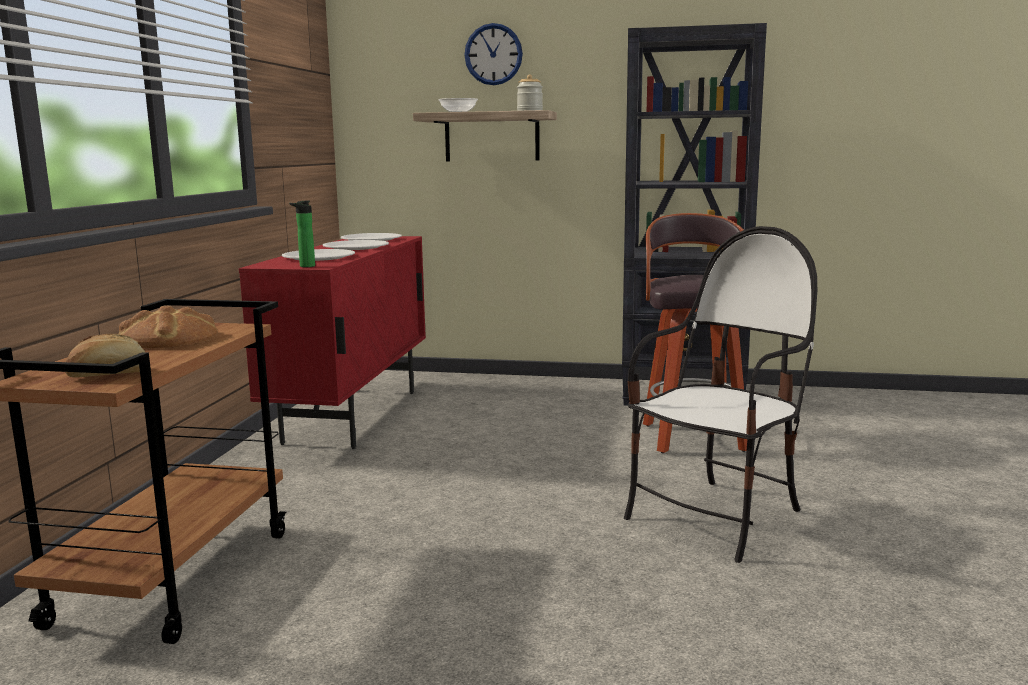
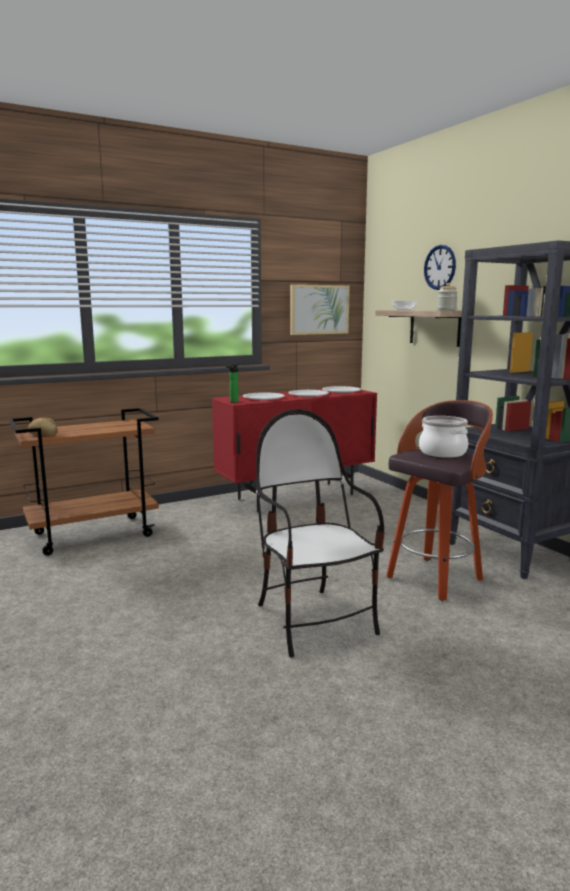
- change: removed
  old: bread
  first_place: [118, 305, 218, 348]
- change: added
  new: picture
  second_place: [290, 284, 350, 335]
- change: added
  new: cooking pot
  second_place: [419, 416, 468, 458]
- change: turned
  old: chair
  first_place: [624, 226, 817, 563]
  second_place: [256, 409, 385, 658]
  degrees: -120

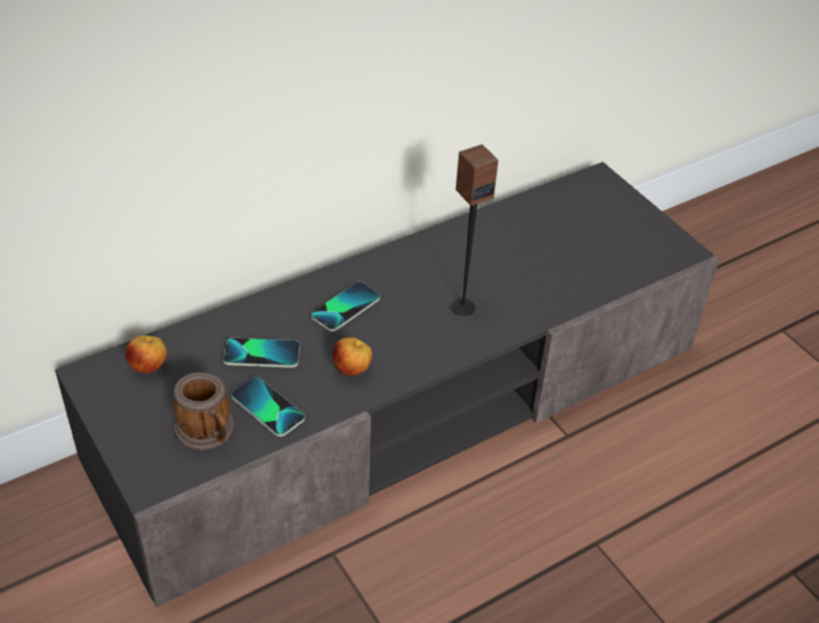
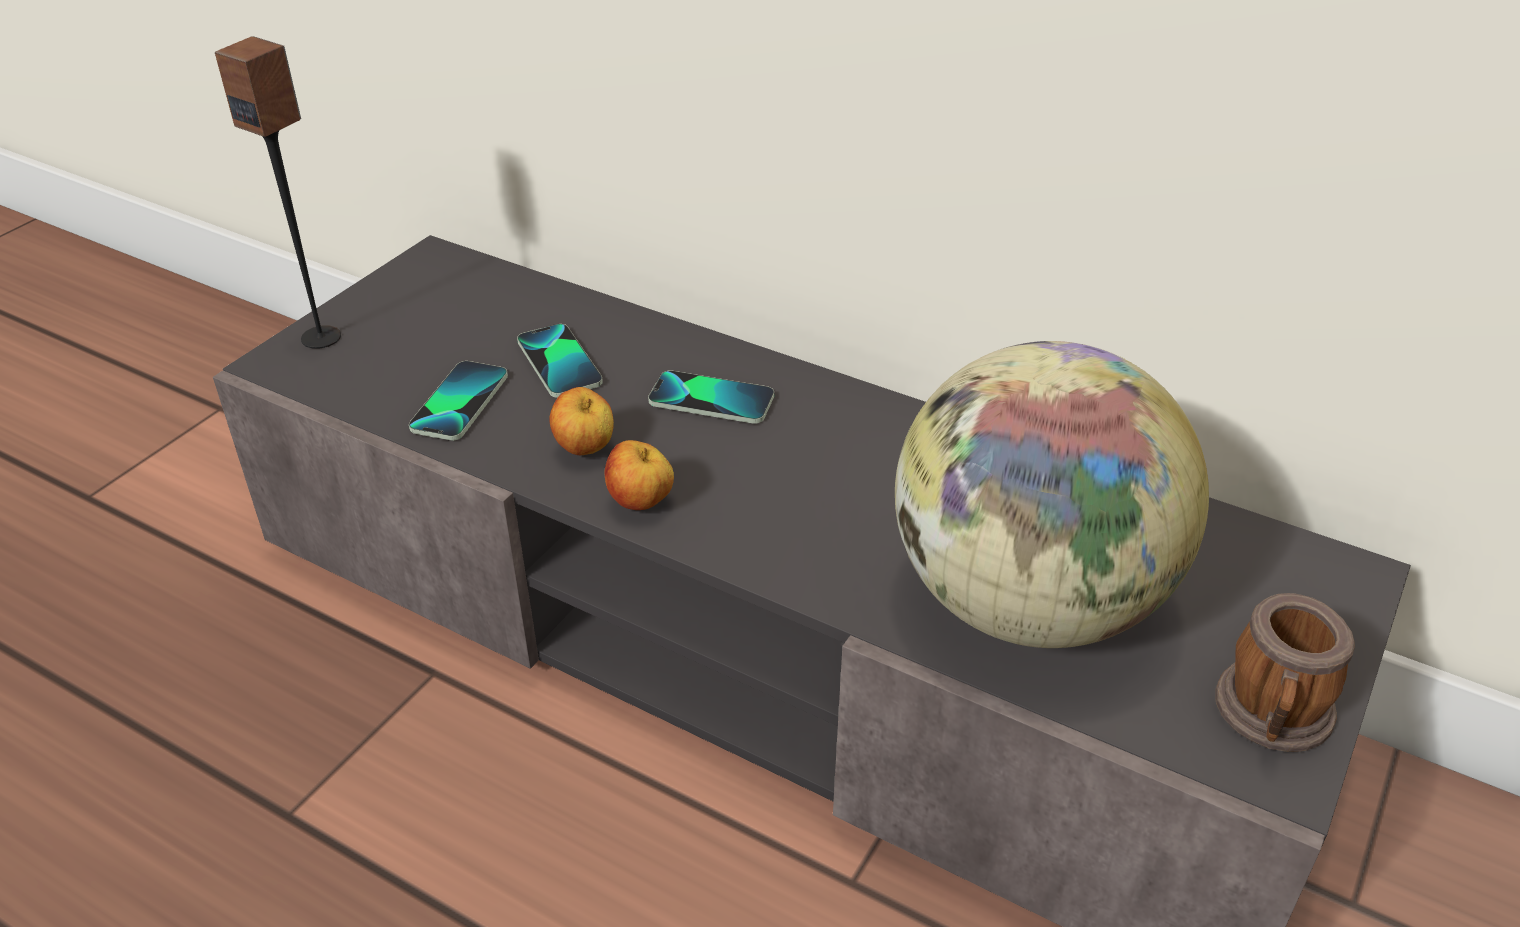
- change: added
  new: globe
  second_place: [895, 341, 1209, 648]
- change: moved
  old: apple
  first_place: [125, 335, 167, 374]
  second_place: [604, 440, 674, 510]
- change: moved
  old: mug
  first_place: [174, 372, 234, 450]
  second_place: [1215, 593, 1355, 752]
- change: moved
  old: speaker
  first_place: [451, 144, 498, 316]
  second_place: [215, 36, 341, 349]

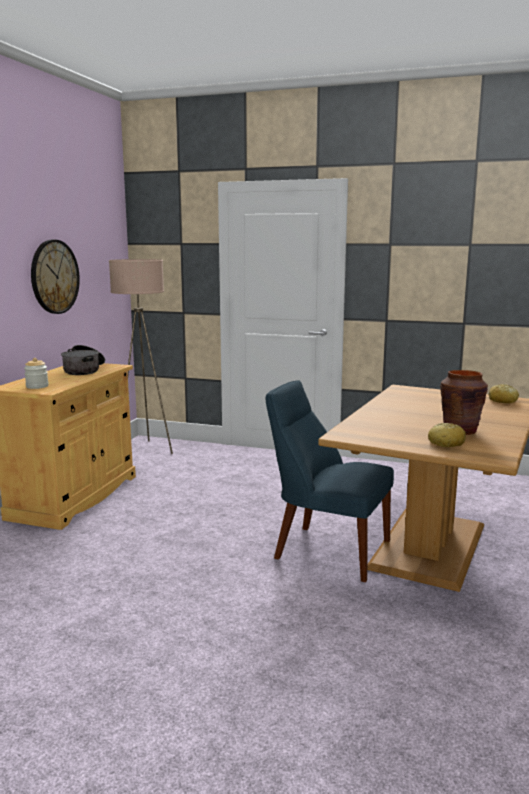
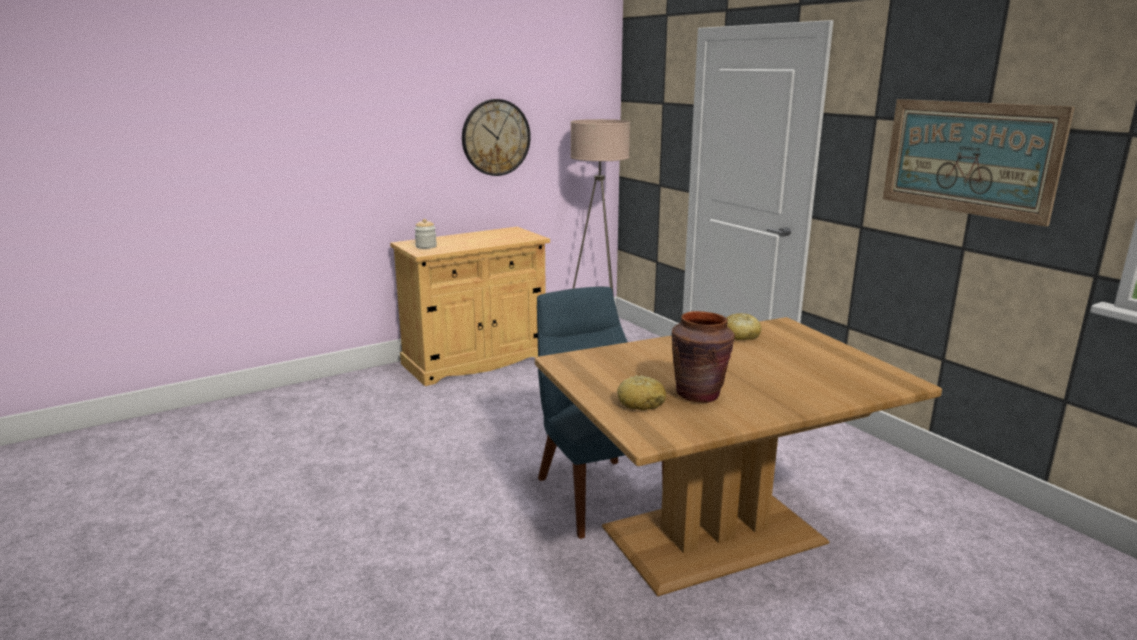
- change: removed
  old: cooking pot
  first_place: [61, 345, 105, 375]
- change: added
  new: picture
  second_place: [883, 99, 1075, 227]
- change: moved
  old: bread
  first_place: [488, 384, 519, 403]
  second_place: [727, 313, 762, 340]

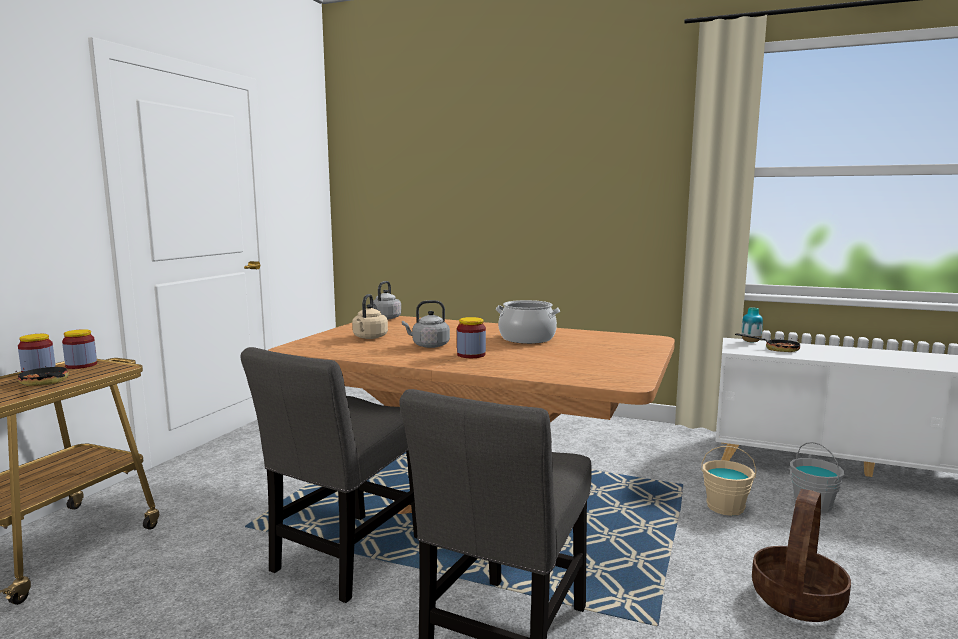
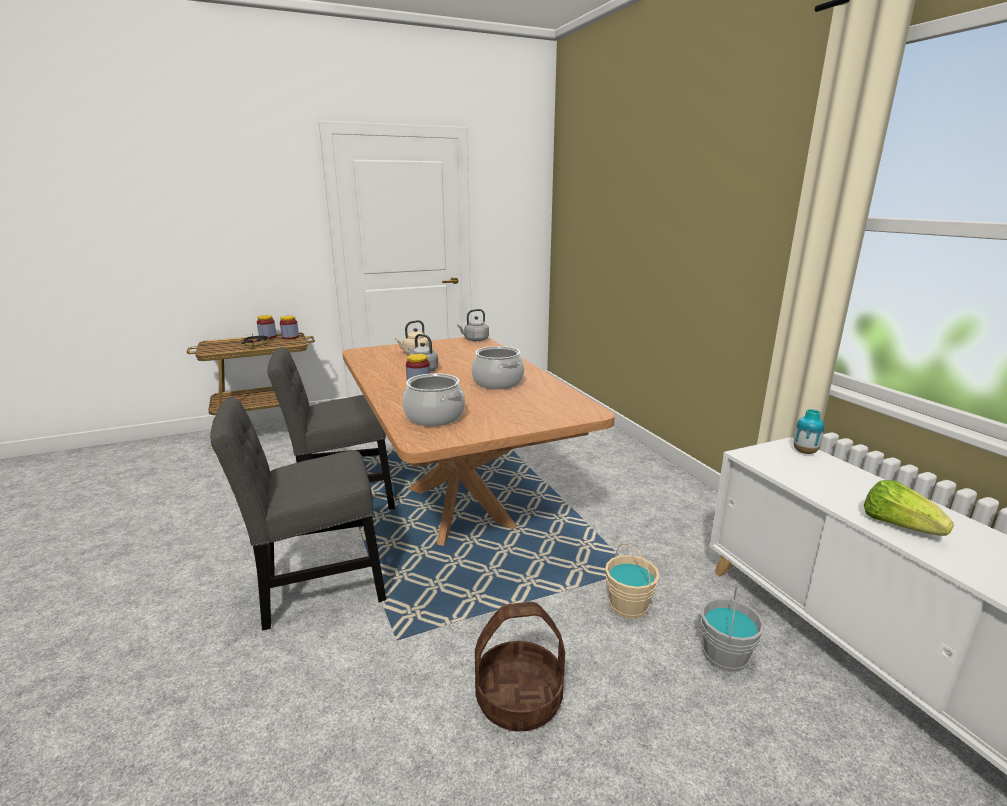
- change: removed
  old: frying pan
  first_place: [735, 333, 800, 352]
- change: added
  new: cooking pot
  second_place: [402, 373, 465, 426]
- change: added
  new: lettuce
  second_place: [864, 480, 954, 536]

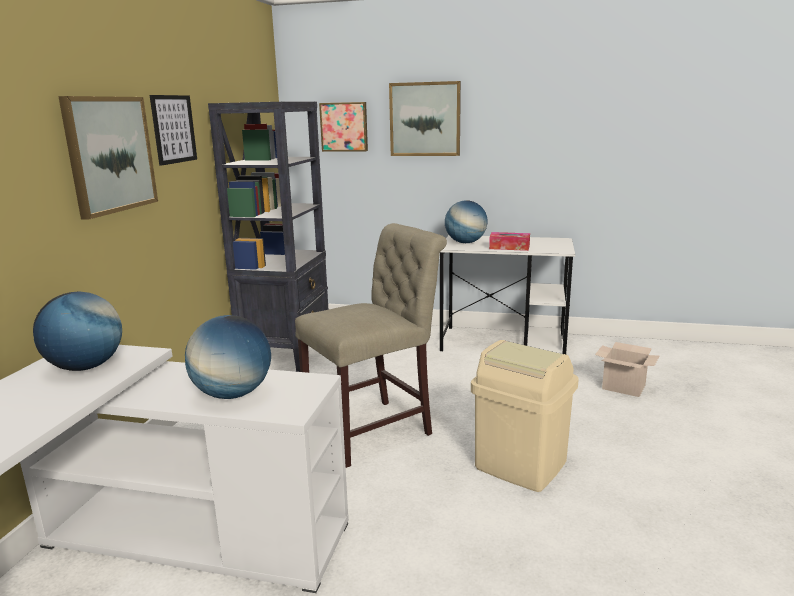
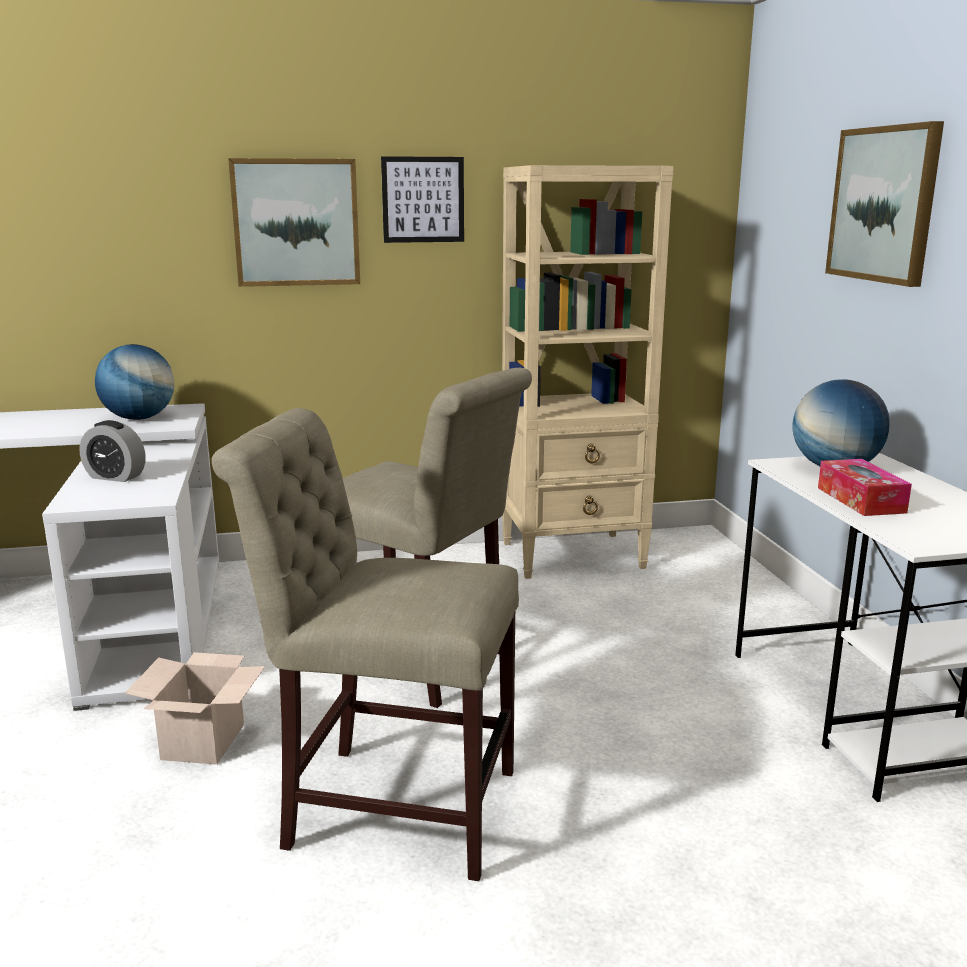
- change: removed
  old: picture
  first_place: [319, 102, 368, 152]
- change: moved
  old: cardboard box
  first_place: [595, 342, 659, 397]
  second_place: [125, 652, 265, 765]
- change: replaced
  old: globe
  new: alarm clock
  first_place: [185, 315, 271, 399]
  second_place: [80, 420, 146, 482]
- change: replaced
  old: beige trash can
  new: beige chair
  first_place: [471, 340, 579, 492]
  second_place: [212, 408, 519, 881]
- change: recoloured
  old: black bookcase
  new: beige bookcase
  first_place: [208, 102, 329, 372]
  second_place: [502, 165, 674, 579]

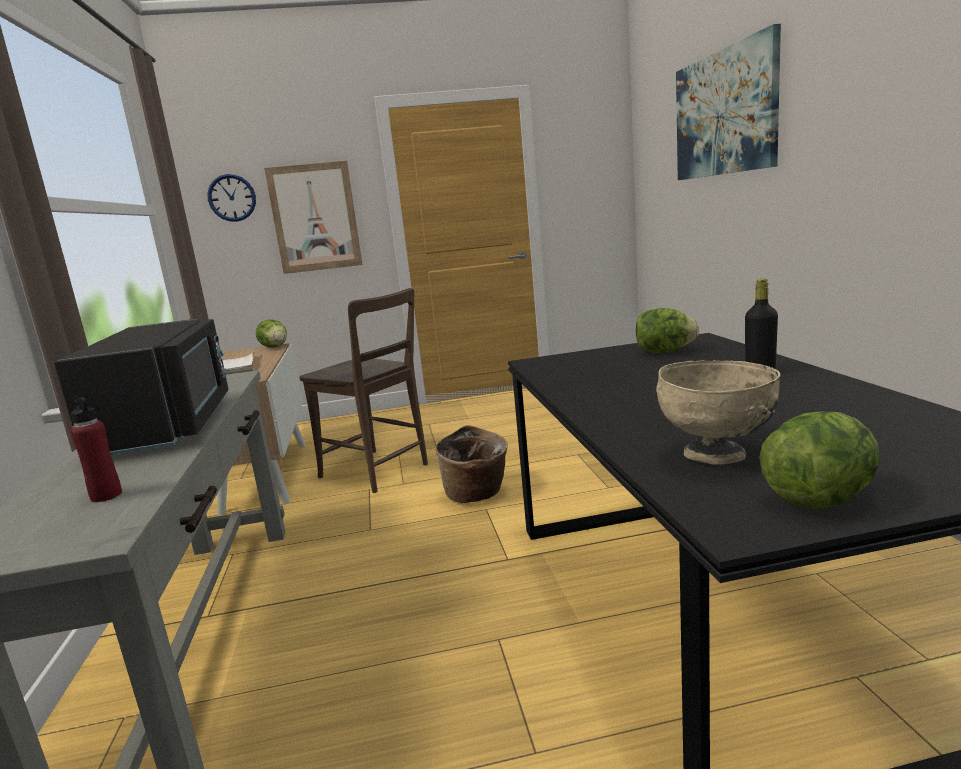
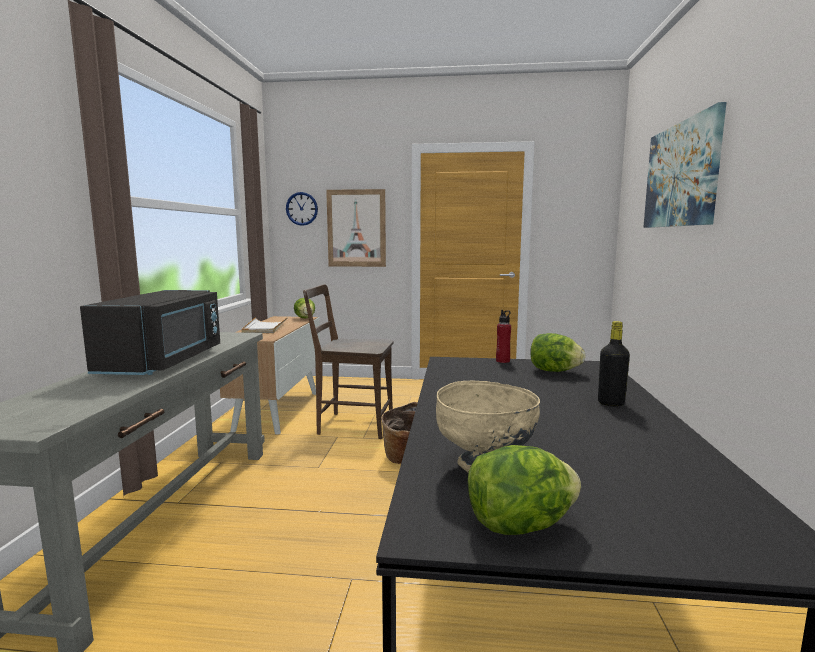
- change: moved
  old: red bottle
  first_place: [70, 396, 122, 502]
  second_place: [496, 310, 511, 363]
- change: turned
  old: brown chair
  first_place: [299, 288, 428, 493]
  second_place: [303, 284, 394, 439]
  degrees: 135

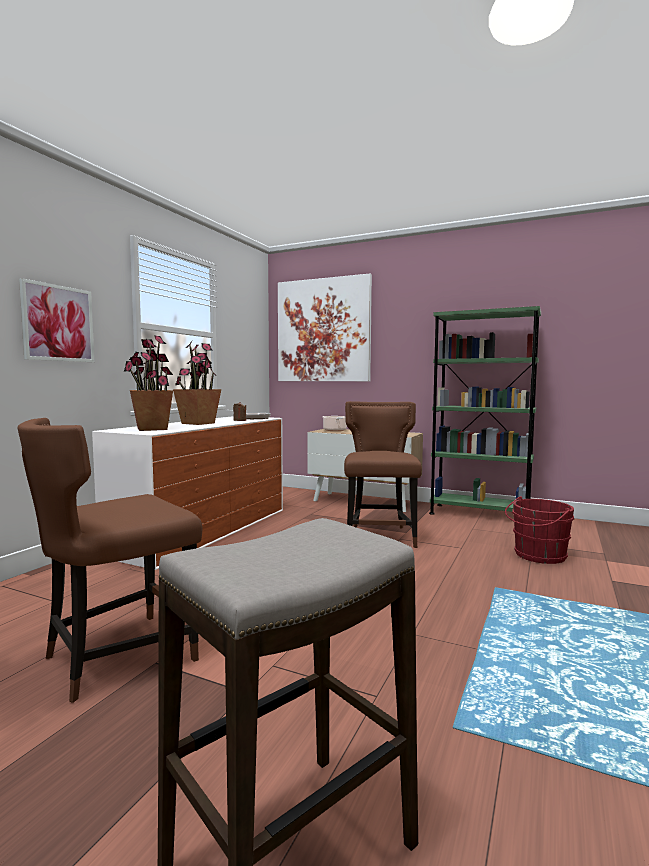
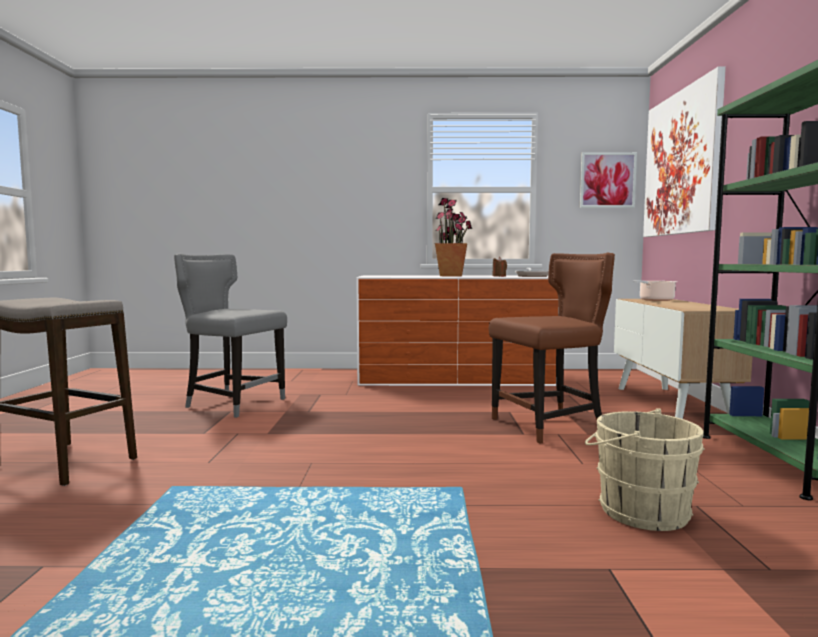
- change: removed
  old: potted plant
  first_place: [124, 335, 173, 431]
- change: moved
  old: picture
  first_place: [19, 278, 94, 362]
  second_place: [580, 152, 637, 208]
- change: recoloured
  old: brown chair
  new: grey chair
  first_place: [18, 418, 202, 703]
  second_place: [174, 254, 287, 418]
- change: recoloured
  old: red bucket
  new: beige bucket
  first_place: [505, 496, 575, 564]
  second_place: [585, 408, 705, 531]

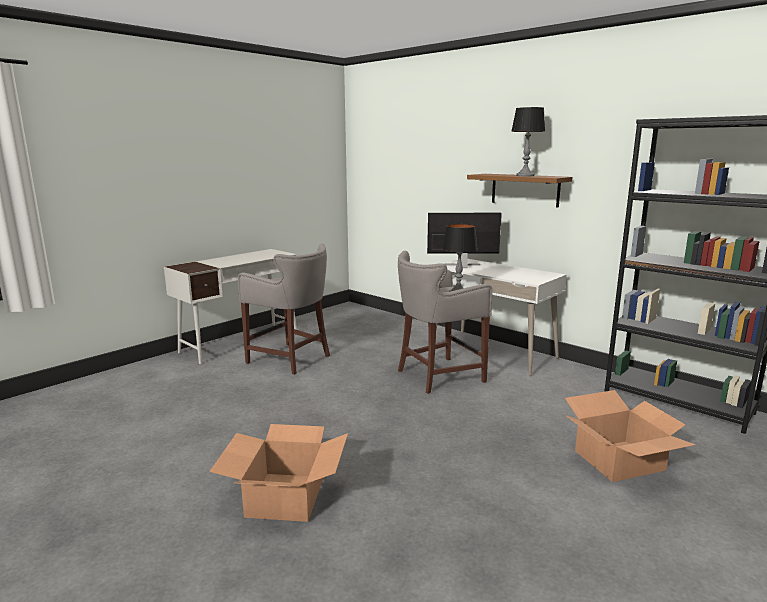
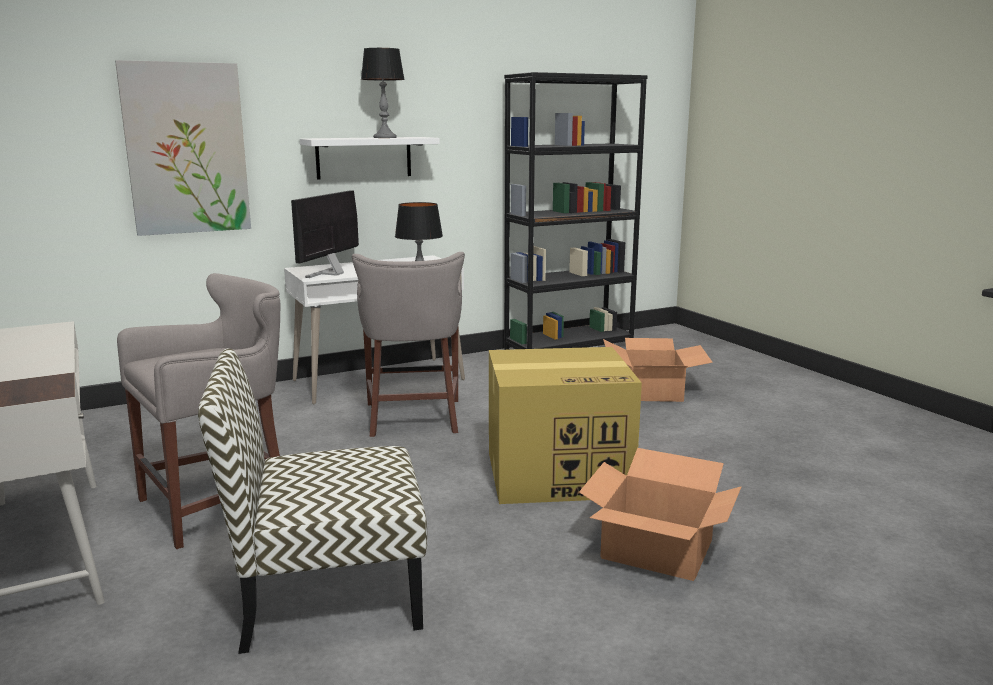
- change: added
  new: picture
  second_place: [115, 60, 251, 236]
- change: added
  new: chair
  second_place: [198, 348, 427, 654]
- change: added
  new: cardboard box
  second_place: [489, 347, 642, 504]
- change: recoloured
  old: brown shelf
  new: white shelf
  first_place: [467, 174, 573, 208]
  second_place: [300, 137, 440, 179]

